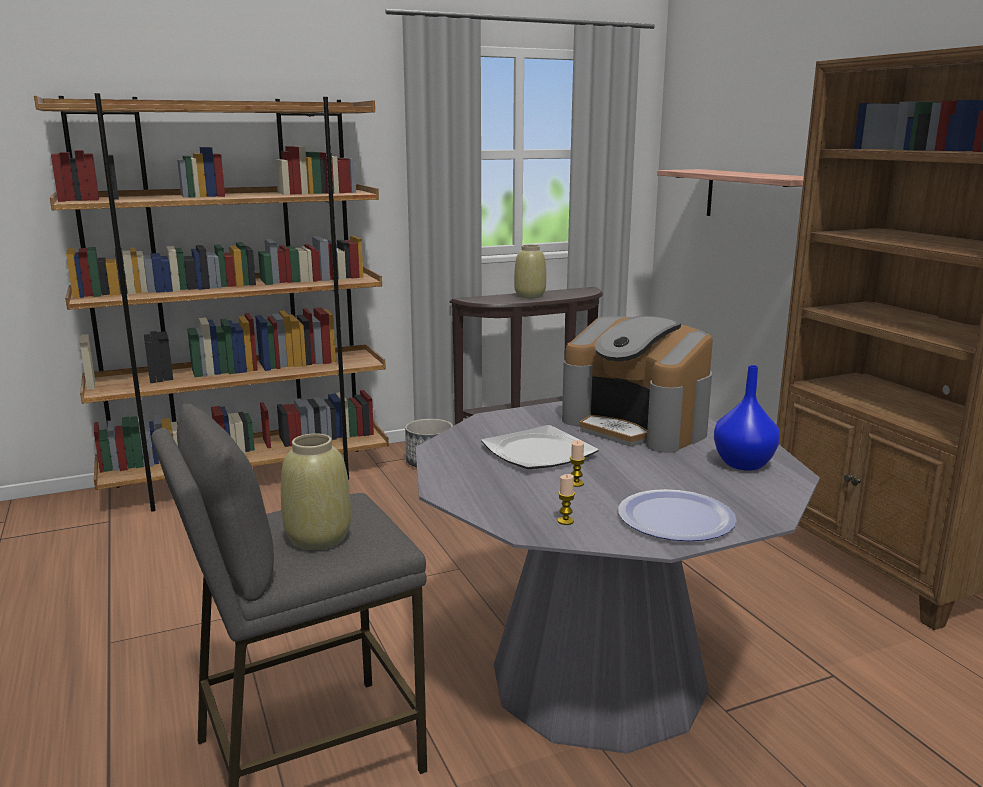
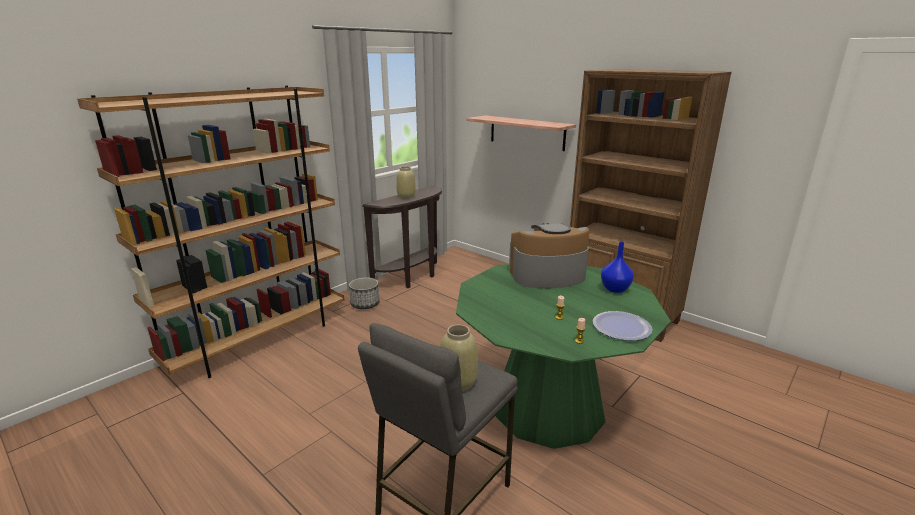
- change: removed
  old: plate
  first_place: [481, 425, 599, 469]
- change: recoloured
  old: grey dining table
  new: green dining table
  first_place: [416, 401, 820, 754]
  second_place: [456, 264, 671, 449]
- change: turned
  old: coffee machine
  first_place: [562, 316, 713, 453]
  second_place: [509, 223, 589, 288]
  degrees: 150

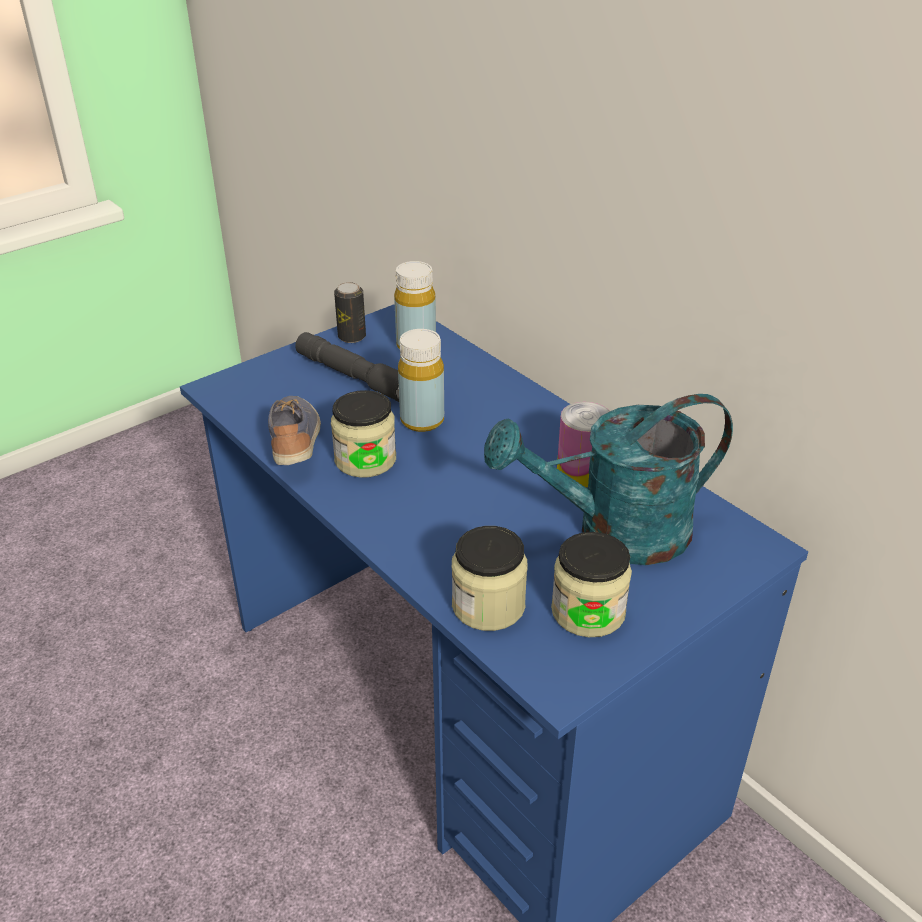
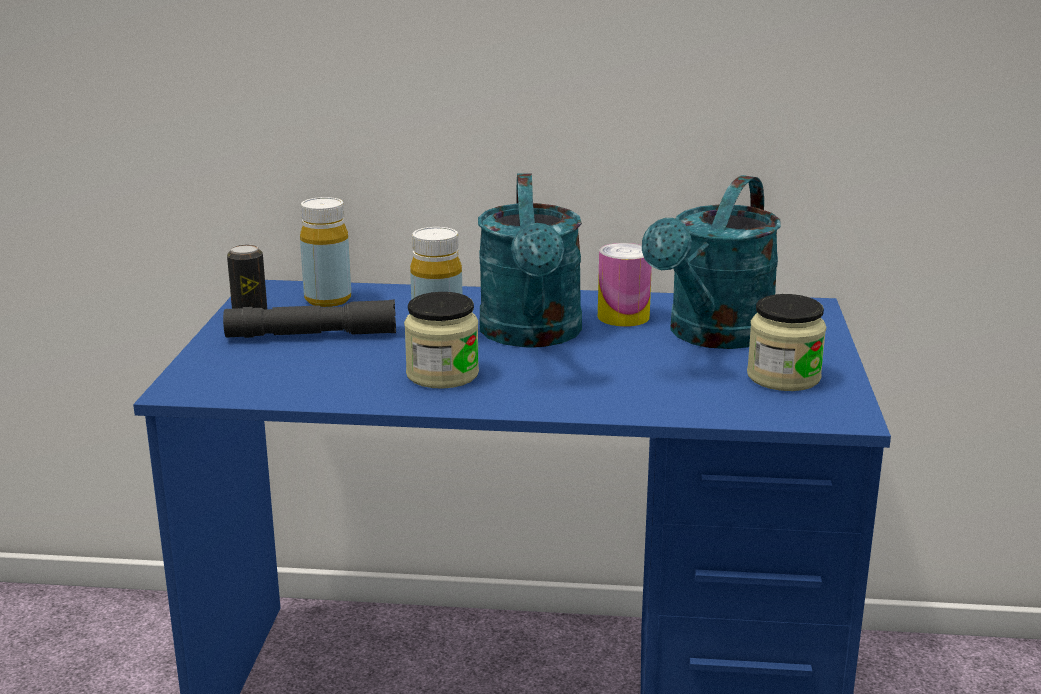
- change: removed
  old: shoe
  first_place: [268, 396, 321, 465]
- change: removed
  old: jar
  first_place: [452, 526, 528, 631]
- change: added
  new: turquoise watering can
  second_place: [478, 173, 582, 348]

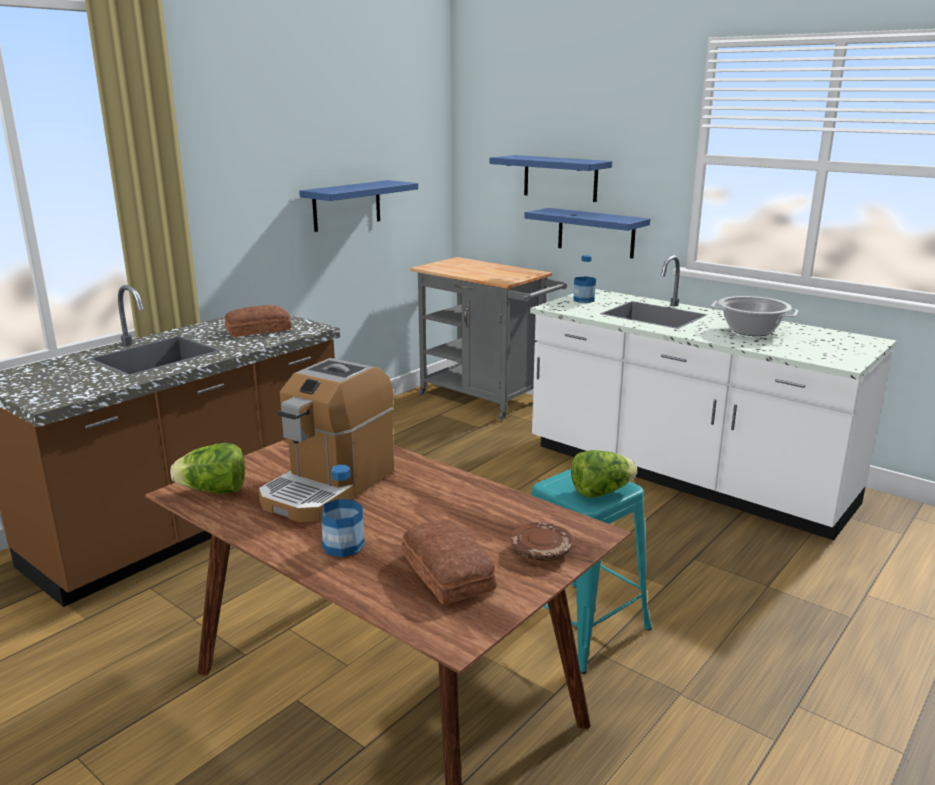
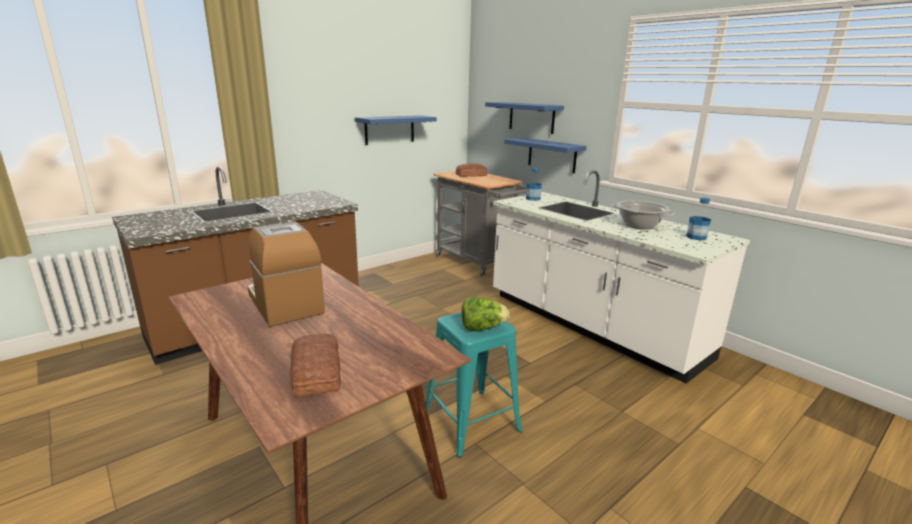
- change: removed
  old: lettuce
  first_place: [171, 443, 245, 493]
- change: removed
  old: brown plate
  first_place: [510, 522, 574, 561]
- change: moved
  old: bread
  first_place: [225, 305, 291, 337]
  second_place: [456, 163, 487, 177]
- change: moved
  old: bottle
  first_place: [322, 465, 365, 557]
  second_place: [687, 198, 711, 240]
- change: turned
  old: coffee machine
  first_place: [258, 358, 394, 522]
  second_place: [248, 222, 325, 327]
  degrees: 105

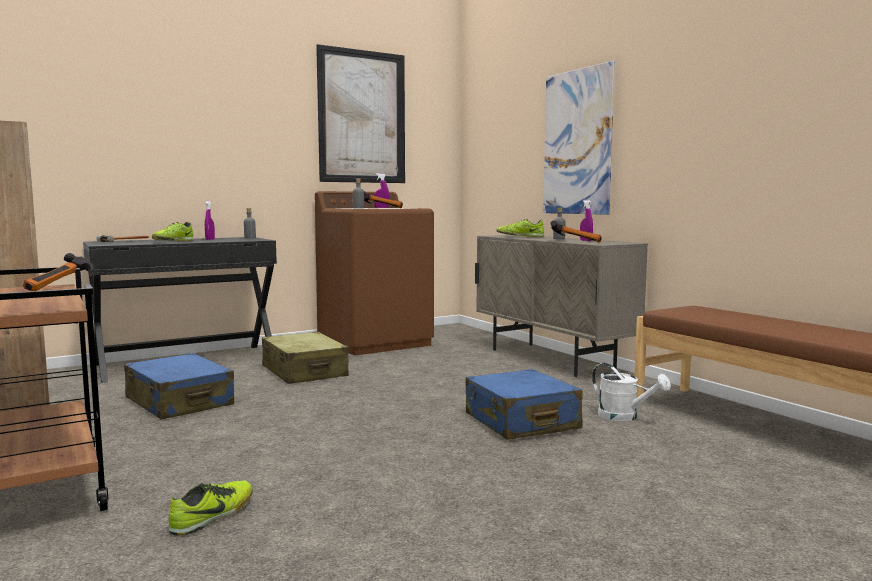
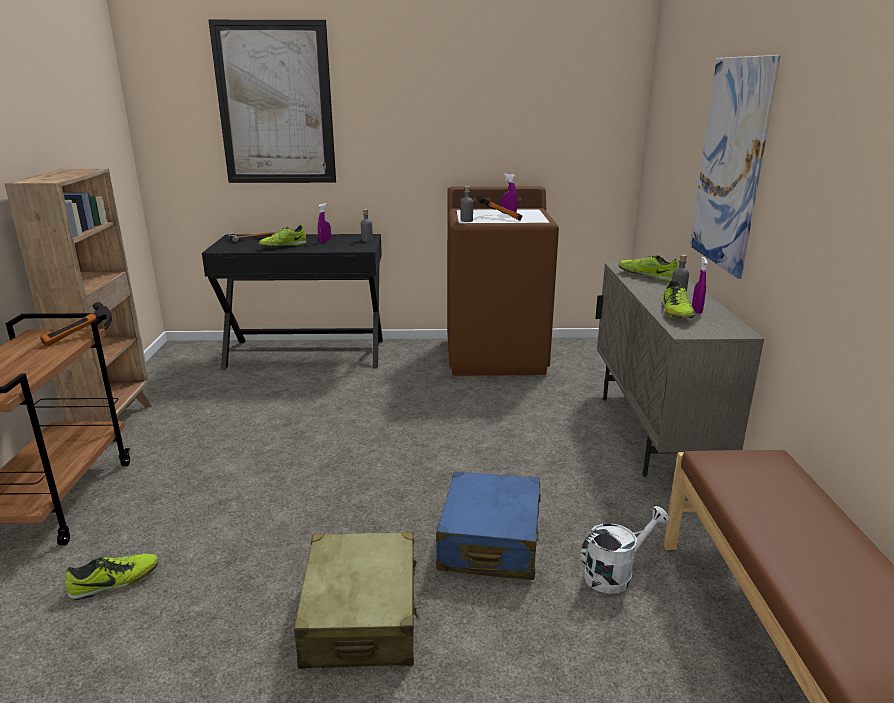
- change: removed
  old: blue suitcase
  first_place: [124, 353, 234, 419]
- change: moved
  old: beige suitcase
  first_place: [262, 331, 349, 384]
  second_place: [294, 532, 419, 669]
- change: moved
  old: picture
  first_place: [316, 44, 405, 183]
  second_place: [209, 20, 336, 183]
- change: replaced
  old: hammer
  new: shoe
  first_place: [550, 221, 602, 242]
  second_place: [661, 280, 695, 318]
- change: turned
  old: white watering can
  first_place: [592, 363, 671, 421]
  second_place: [581, 506, 670, 594]
  degrees: -105

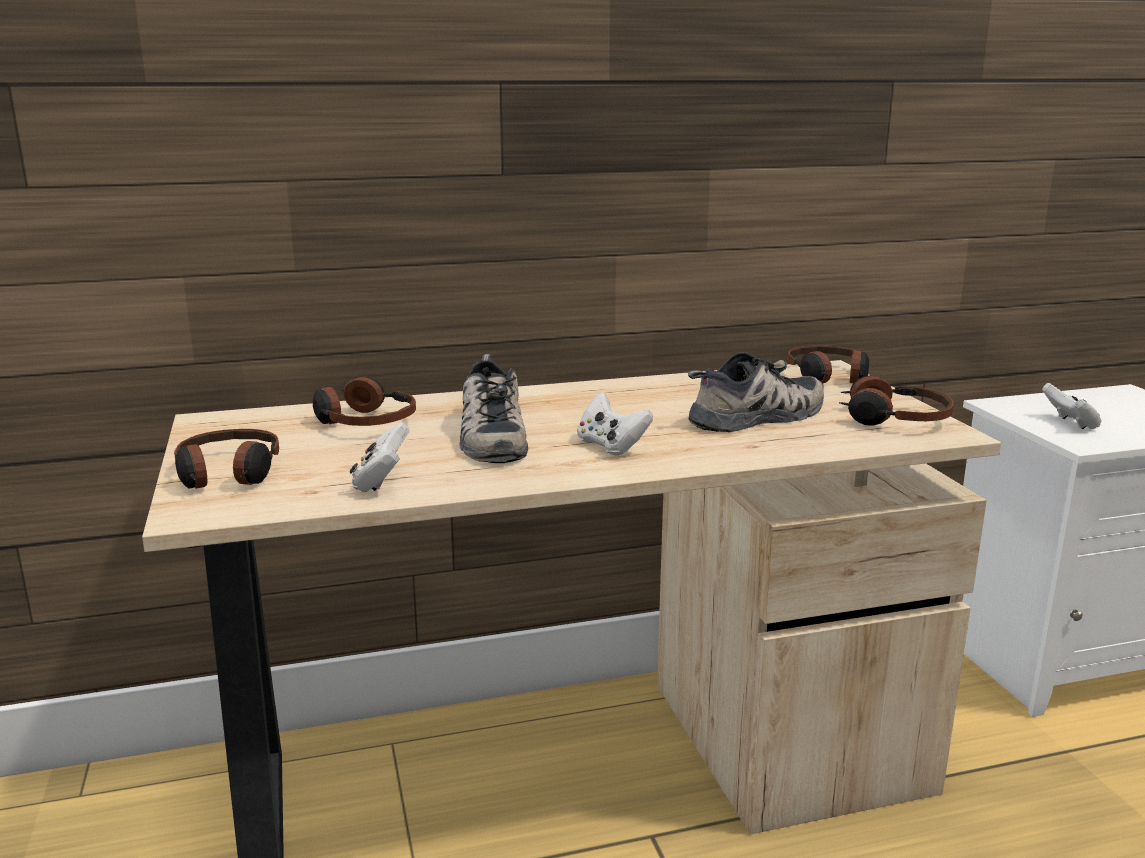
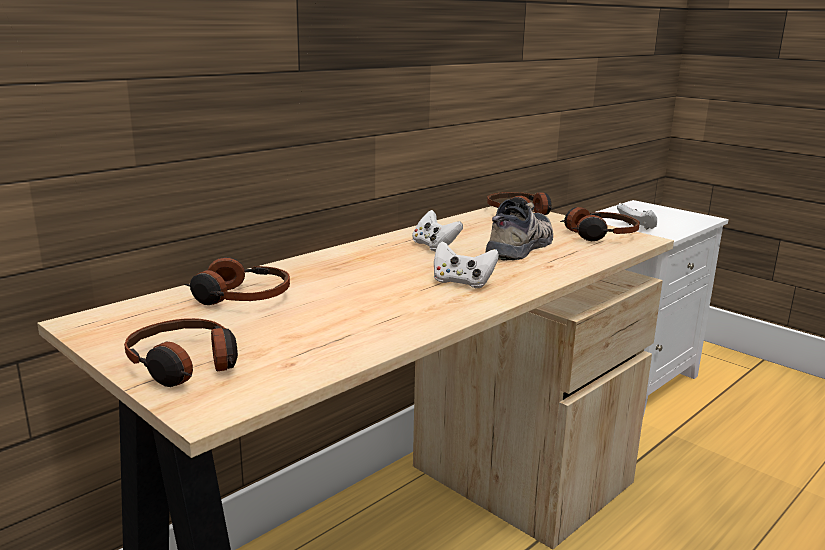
- change: removed
  old: shoe
  first_place: [460, 354, 528, 463]
- change: moved
  old: white game controller
  first_place: [350, 423, 410, 492]
  second_place: [412, 210, 463, 252]

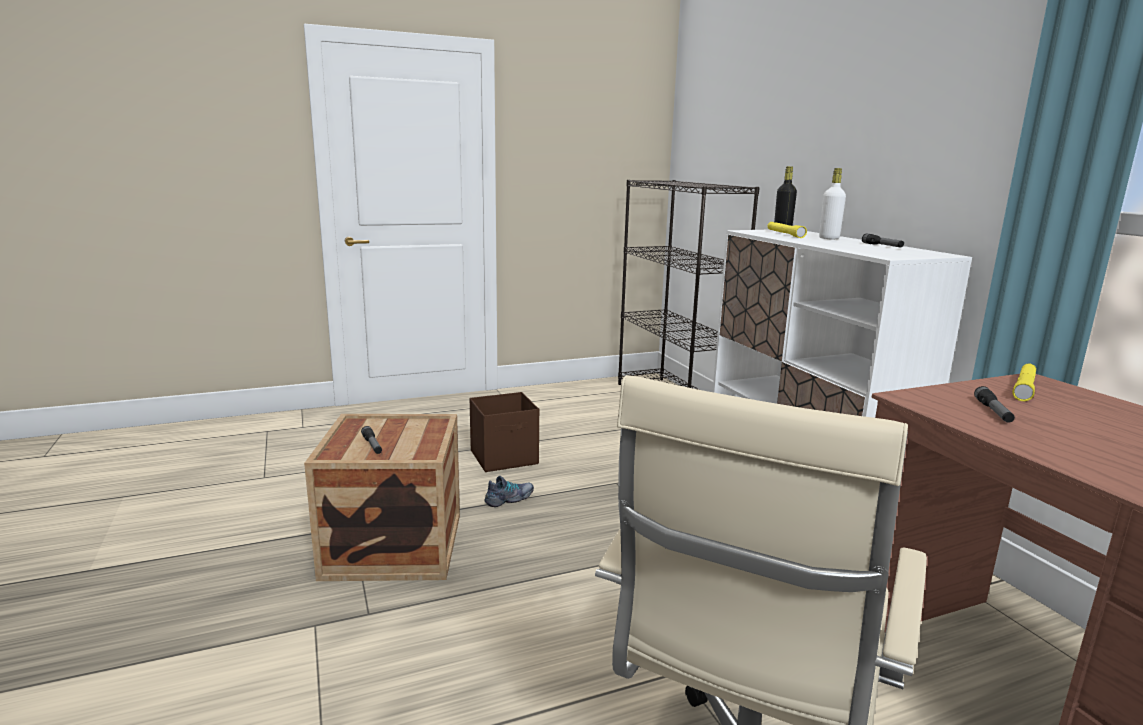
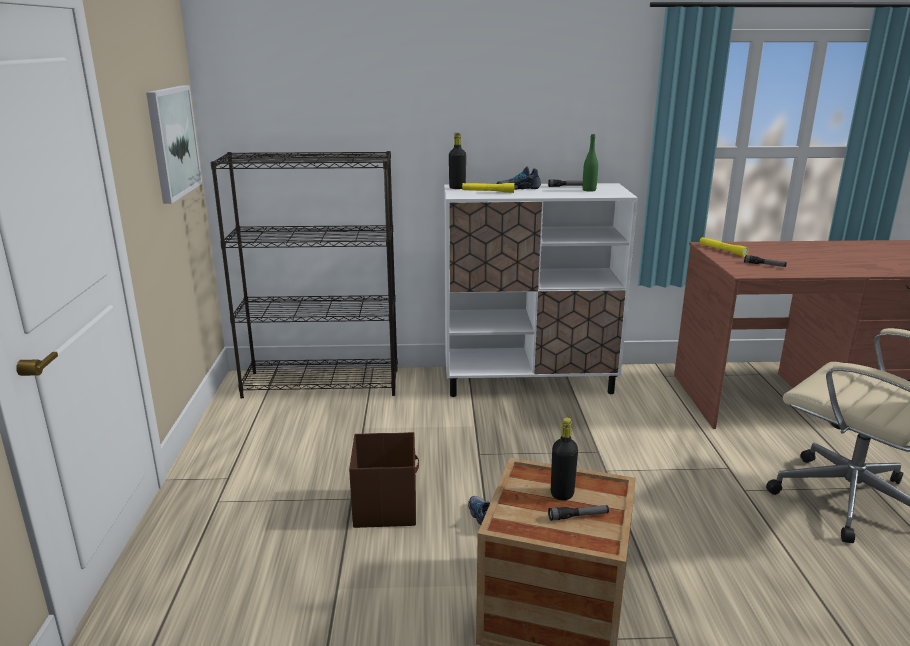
- change: added
  new: picture
  second_place: [146, 85, 202, 204]
- change: added
  new: black bottle
  second_place: [551, 417, 578, 501]
- change: added
  new: green bottle
  second_place: [583, 134, 598, 192]
- change: replaced
  old: white bottle
  new: shoe
  first_place: [819, 168, 846, 240]
  second_place: [497, 166, 541, 190]

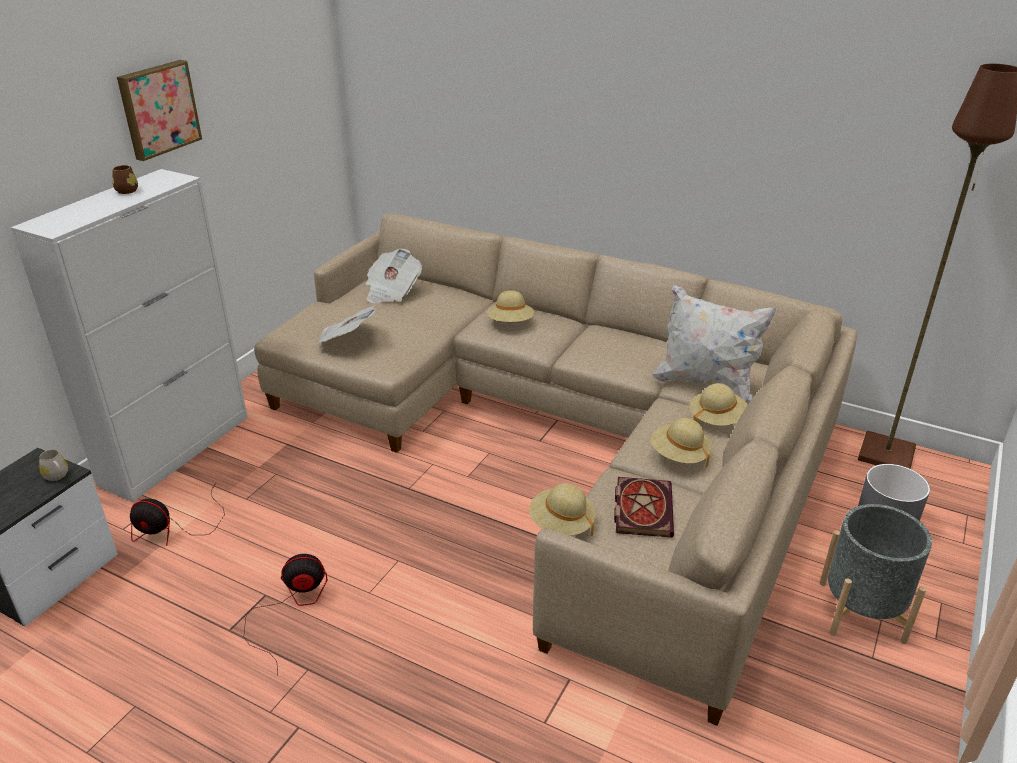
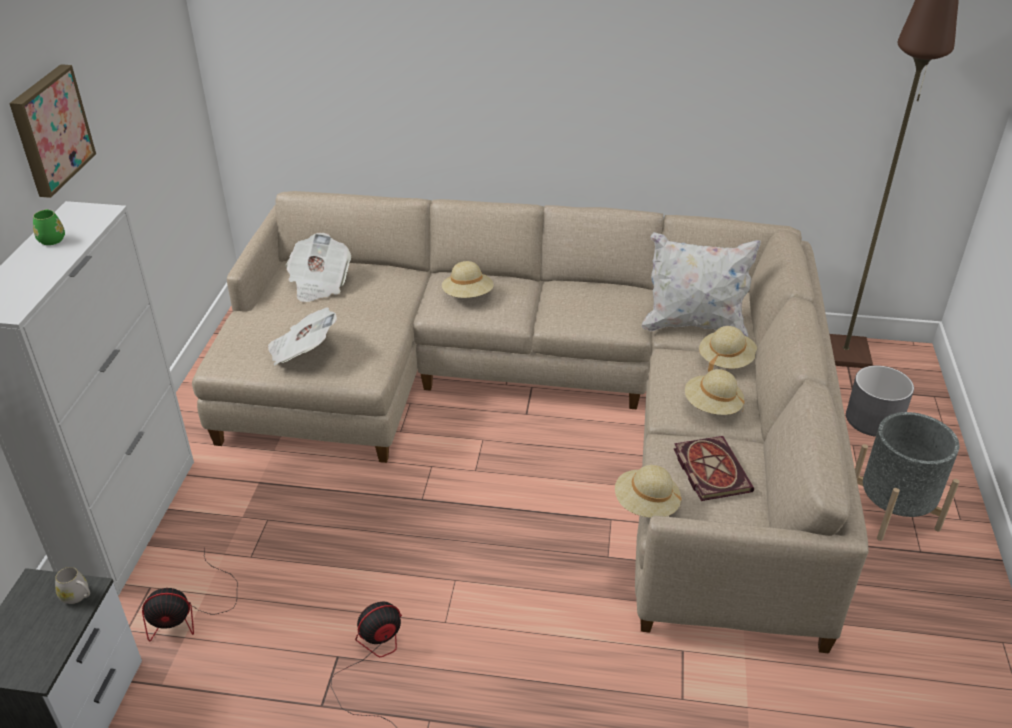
- change: recoloured
  old: brown mug
  new: green mug
  first_place: [112, 165, 138, 194]
  second_place: [33, 209, 65, 245]

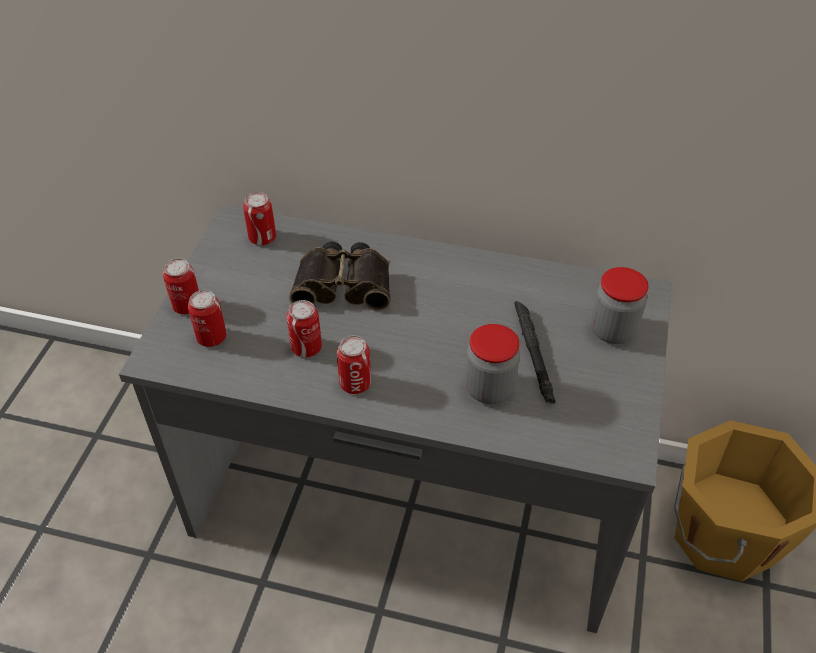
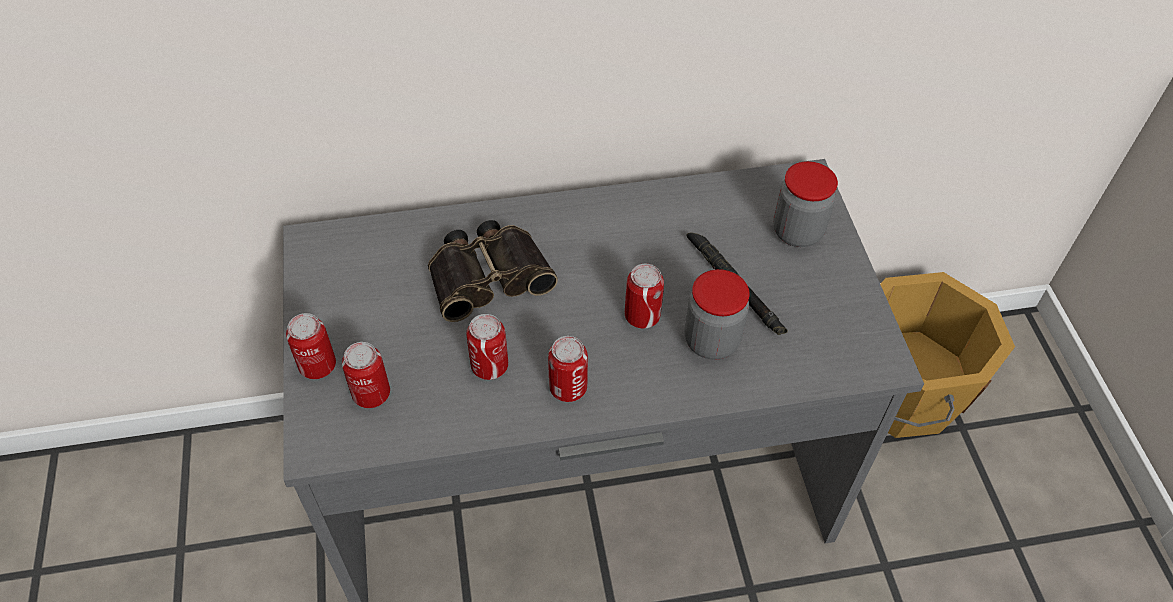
- change: moved
  old: can
  first_place: [243, 192, 276, 245]
  second_place: [625, 263, 664, 328]

